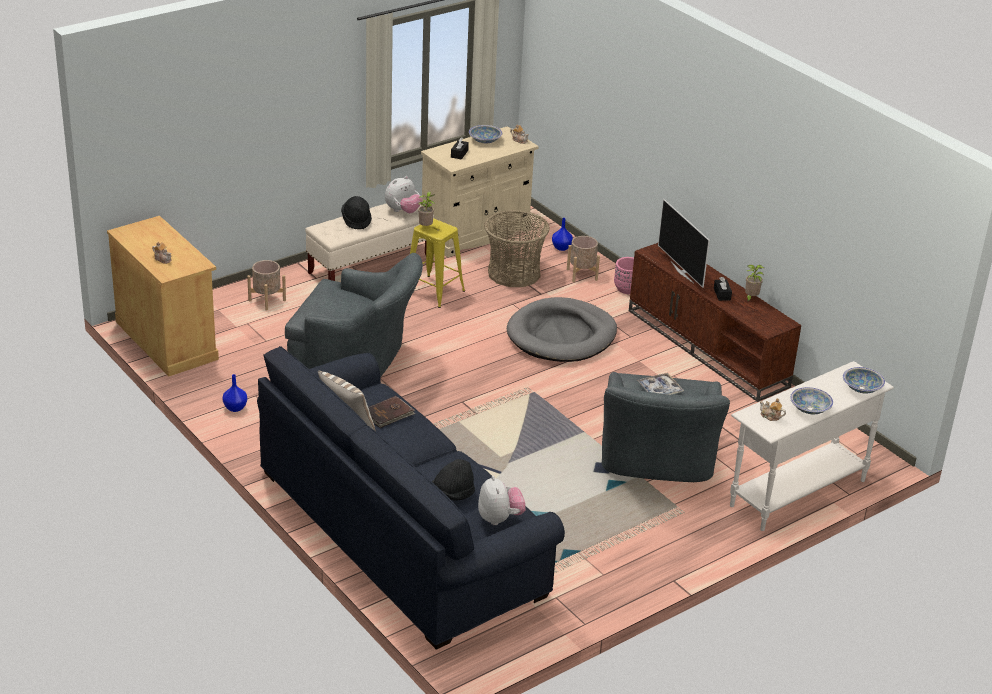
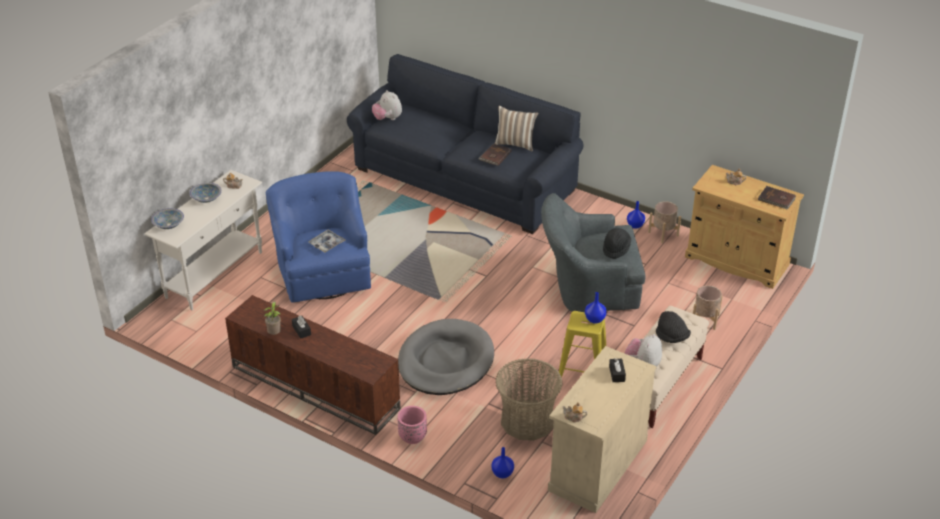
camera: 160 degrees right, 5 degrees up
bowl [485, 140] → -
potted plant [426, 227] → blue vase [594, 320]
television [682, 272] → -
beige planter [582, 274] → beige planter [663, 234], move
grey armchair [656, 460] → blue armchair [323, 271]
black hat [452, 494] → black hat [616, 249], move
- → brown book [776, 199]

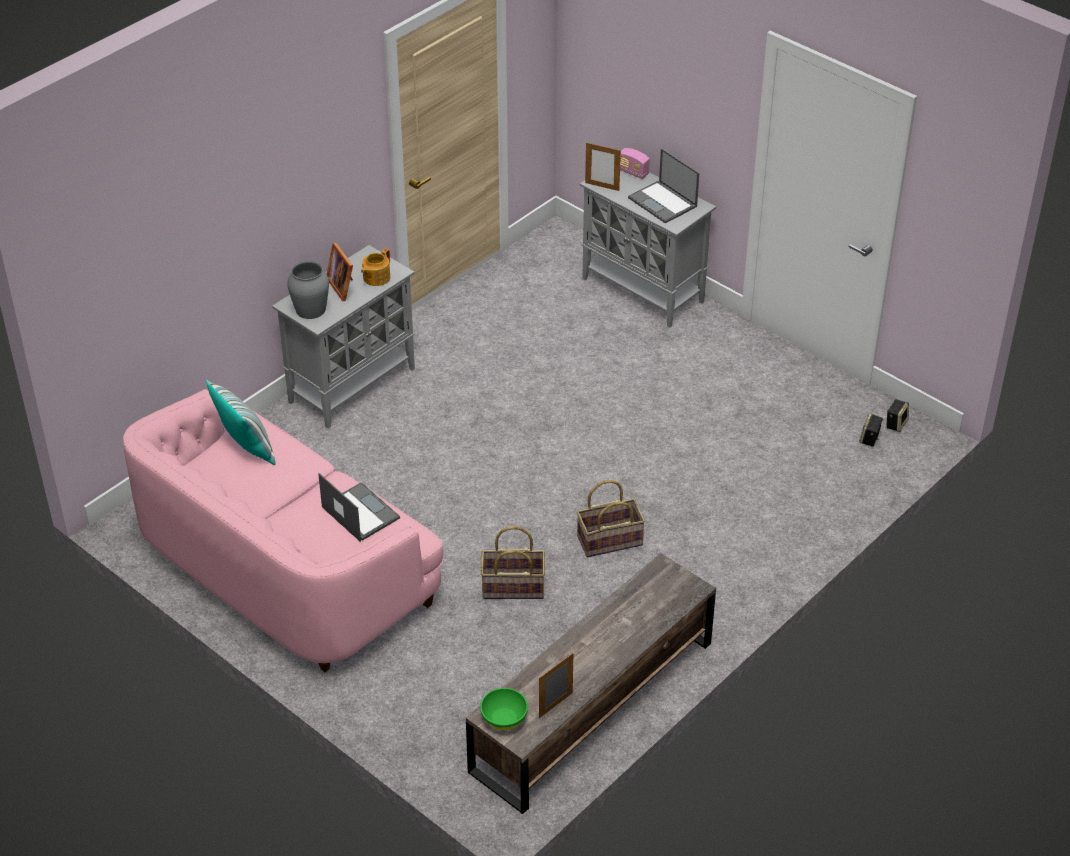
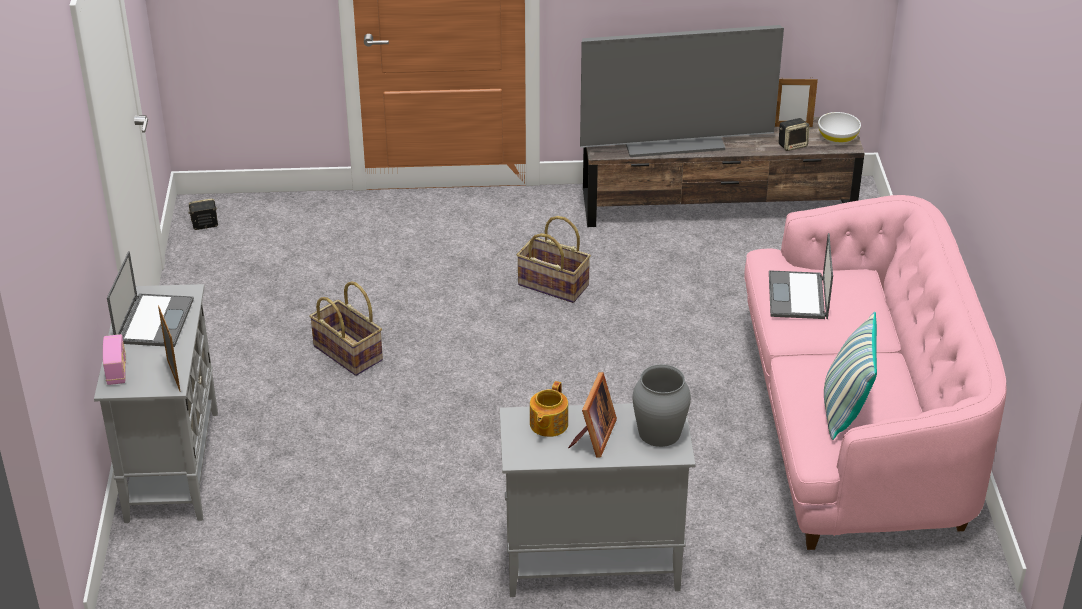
camera: 135 degrees left, 5 degrees down
teapot [376, 278] → teapot [548, 424], 120 degrees clockwise
speaker [870, 439] → speaker [792, 145], move
basket [512, 588] → basket [349, 353], move
green bowl [504, 719] → white bowl [837, 138]
- → television [674, 140]

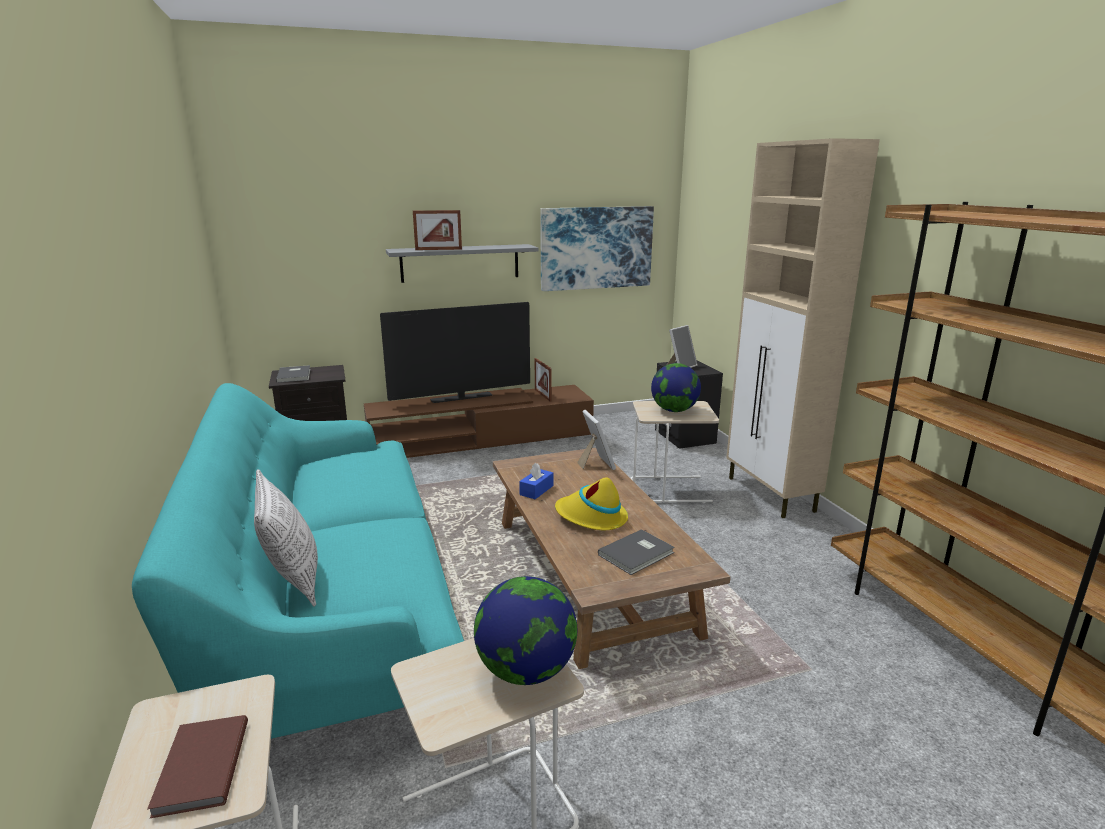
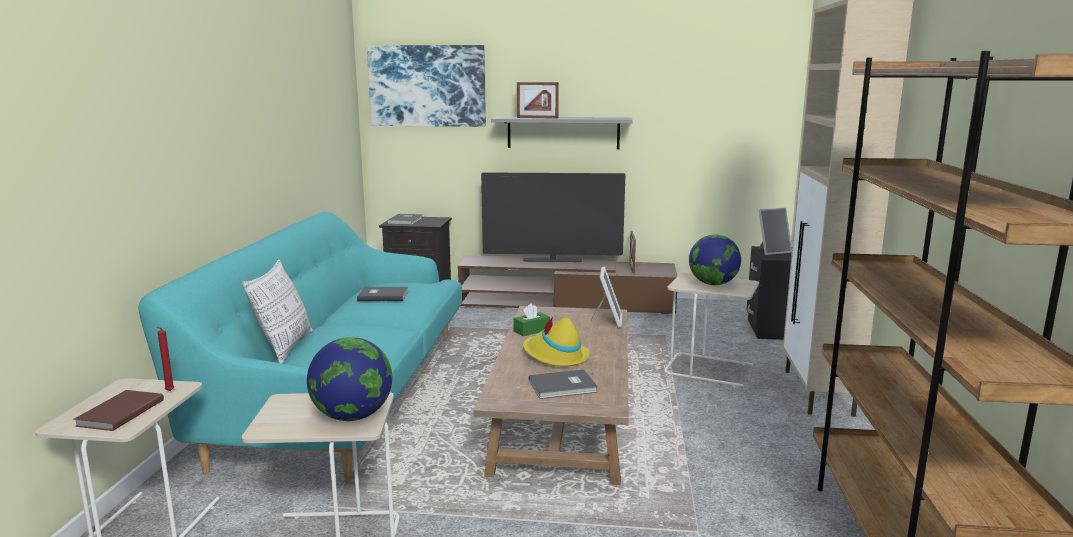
camera: 25 degrees right, 5 degrees down
picture [596, 248] → picture [427, 86], move
blue tissue box [536, 490] → green tissue box [531, 330]
- → grey book [382, 295]
- → red candle [169, 391]

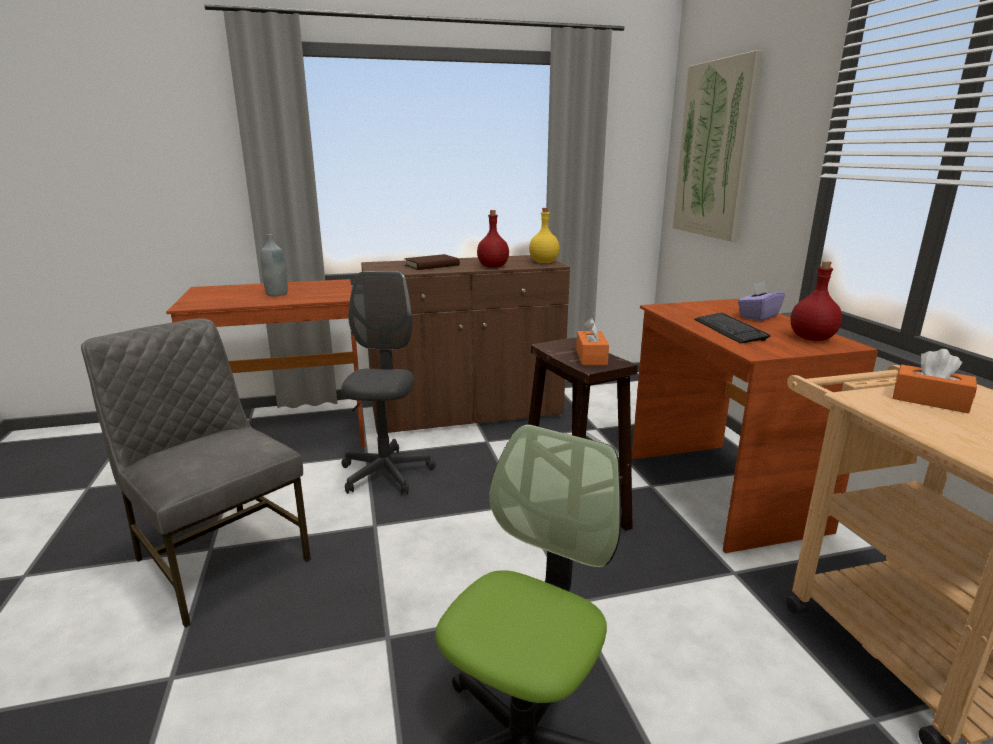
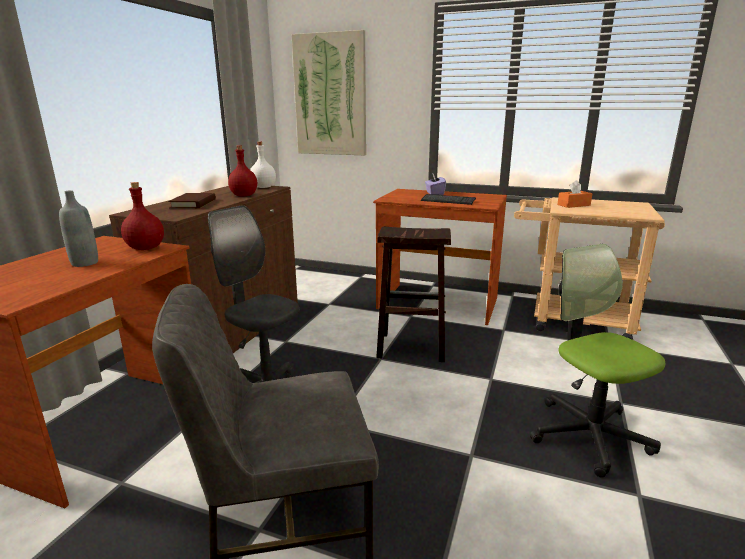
camera: 55 degrees left, 0 degrees up
yellow bottle [543, 262] → white bottle [263, 187]
red bottle [812, 339] → red bottle [146, 248], move
orange tissue box [591, 357] → -

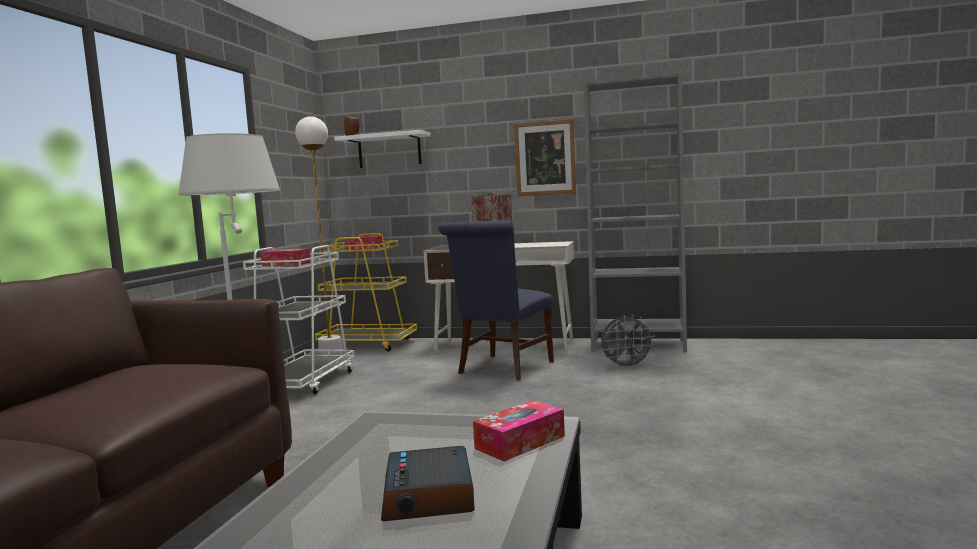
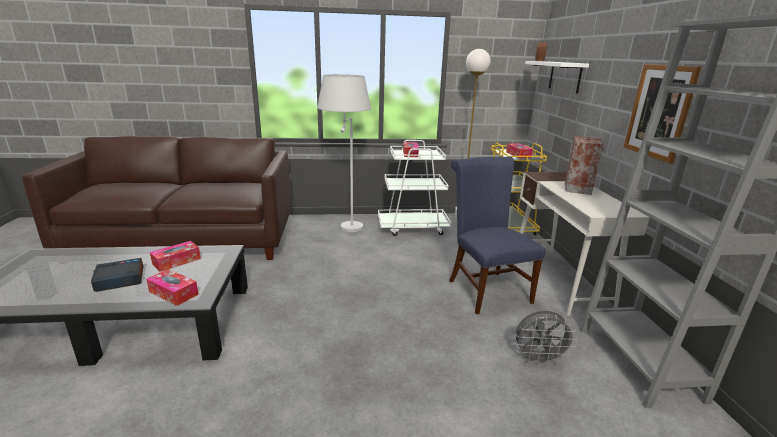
camera: 70 degrees right, 15 degrees up
blue chair [502, 369] → blue chair [485, 289], 60 degrees clockwise
grey fan [627, 367] → grey fan [538, 359], 60 degrees counterclockwise
- → tissue box [176, 261]

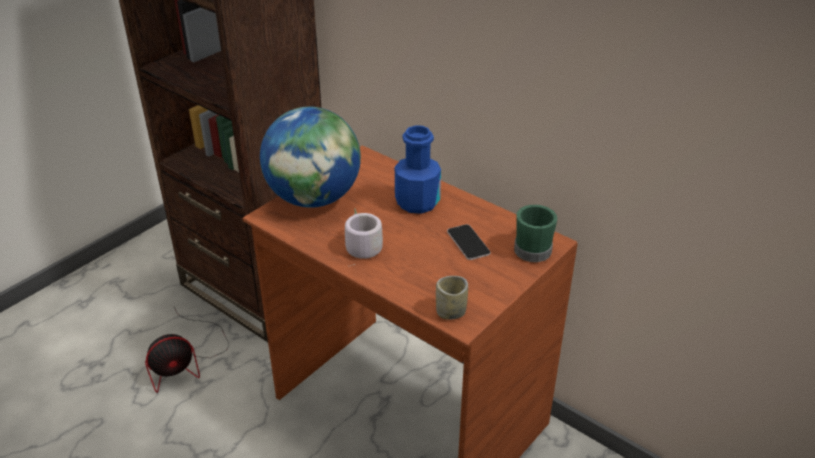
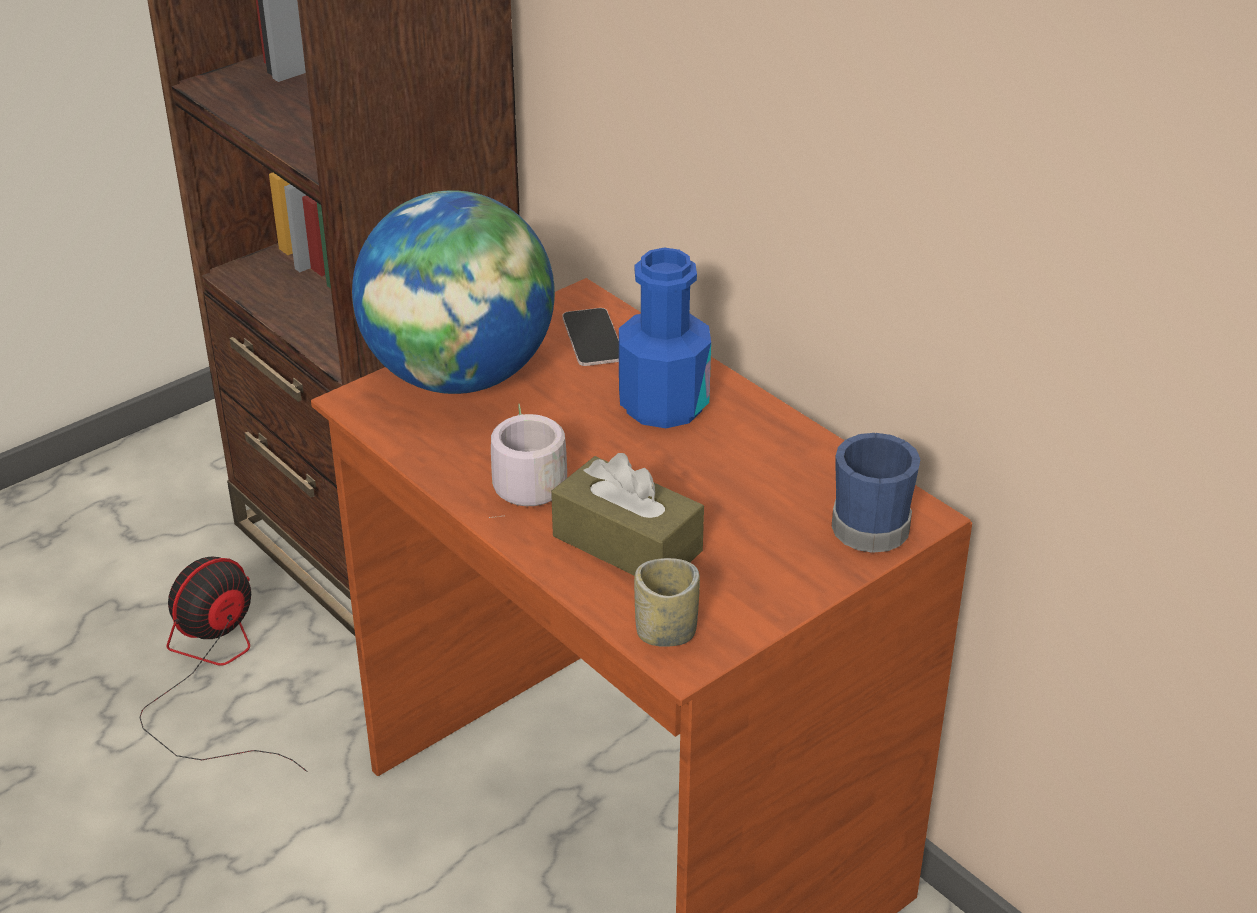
camera: 10 degrees right, 0 degrees up
green mug [533, 248] → blue mug [873, 523]
phone [468, 243] → phone [593, 338], move
fan [186, 360] → fan [214, 675], 150 degrees clockwise
- → brown tissue box [627, 544]

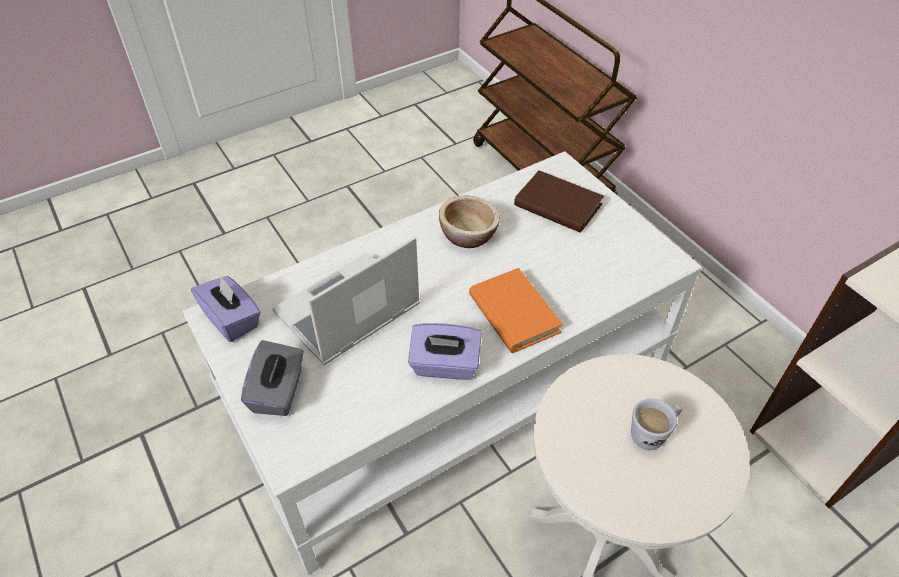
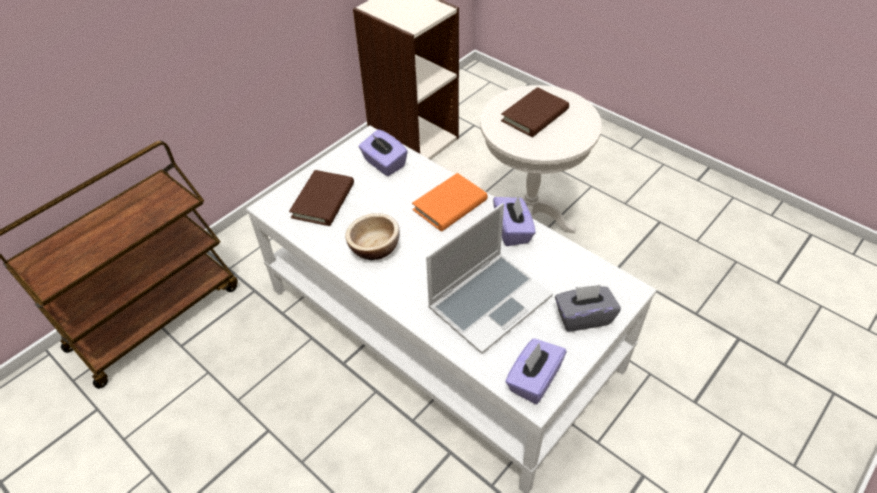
camera: 105 degrees left, 0 degrees up
laptop [347, 312] → laptop [489, 301], 75 degrees counterclockwise
white mug [652, 434] → brown book [534, 115]
- → purple tissue box [384, 164]

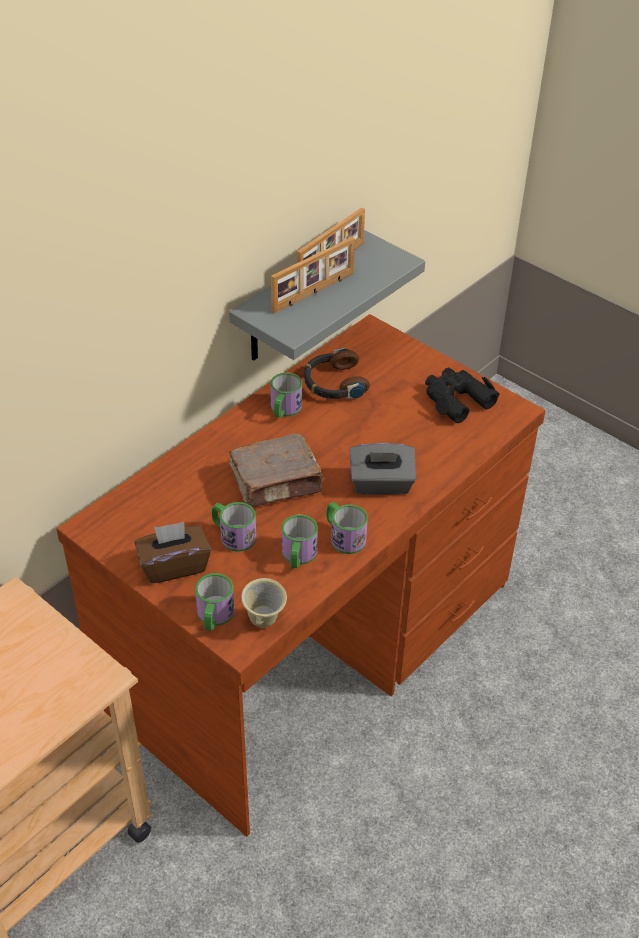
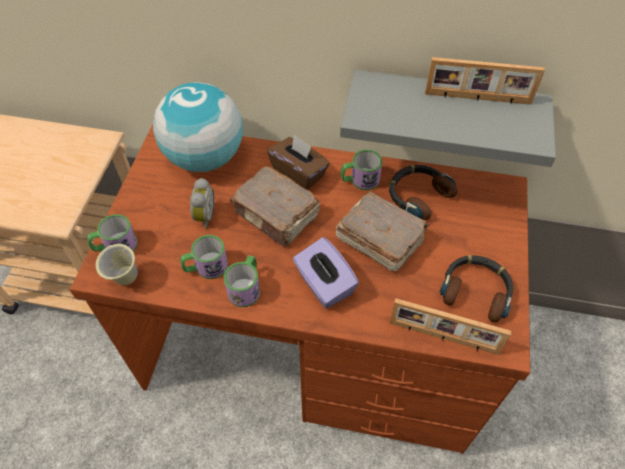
camera: 60 degrees right, 10 degrees up
picture frame [314, 292] → picture frame [443, 338], move
black binoculars [456, 399] → headphones [476, 290]
grey tissue box [381, 484] → purple tissue box [324, 284]
mug [233, 535] → alarm clock [203, 216]
brown tissue box [174, 565] → brown tissue box [299, 173], move
- → globe [205, 158]
- → brown book [379, 239]

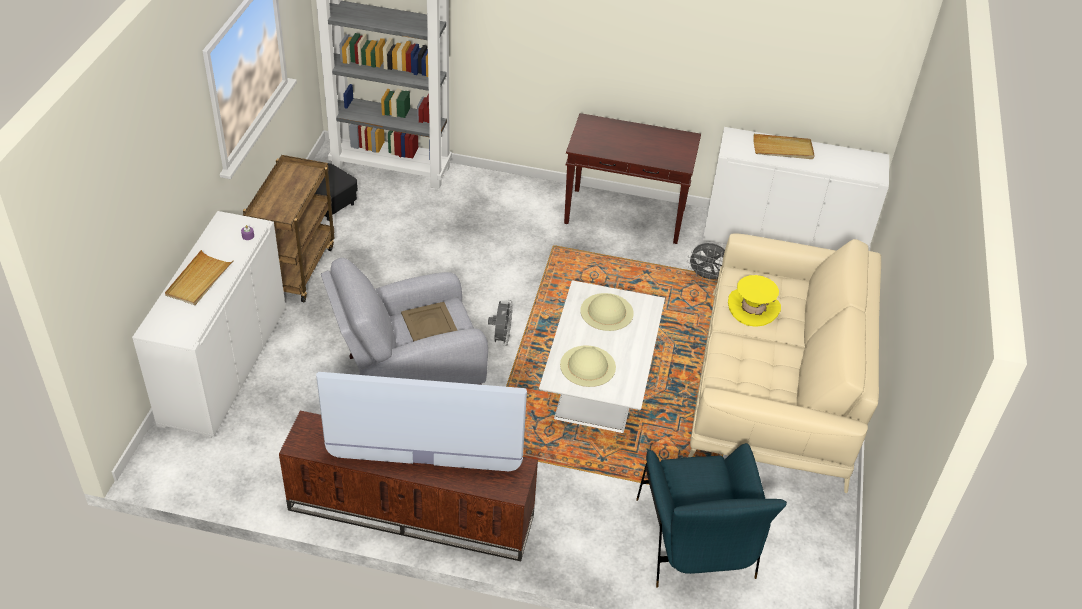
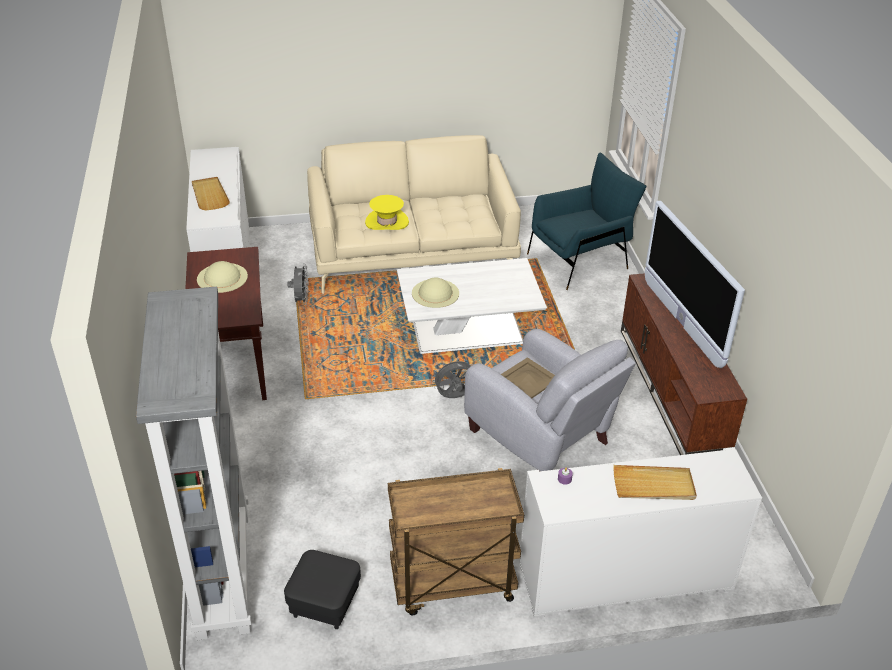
camera: 110 degrees left, 5 degrees down
beige hat [588, 366] → beige hat [222, 277], move

